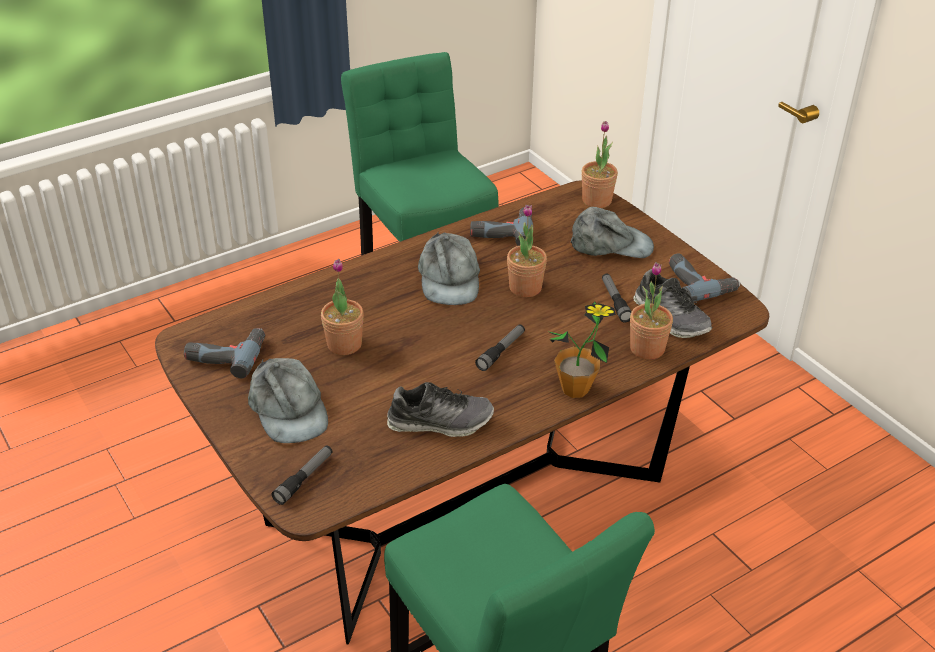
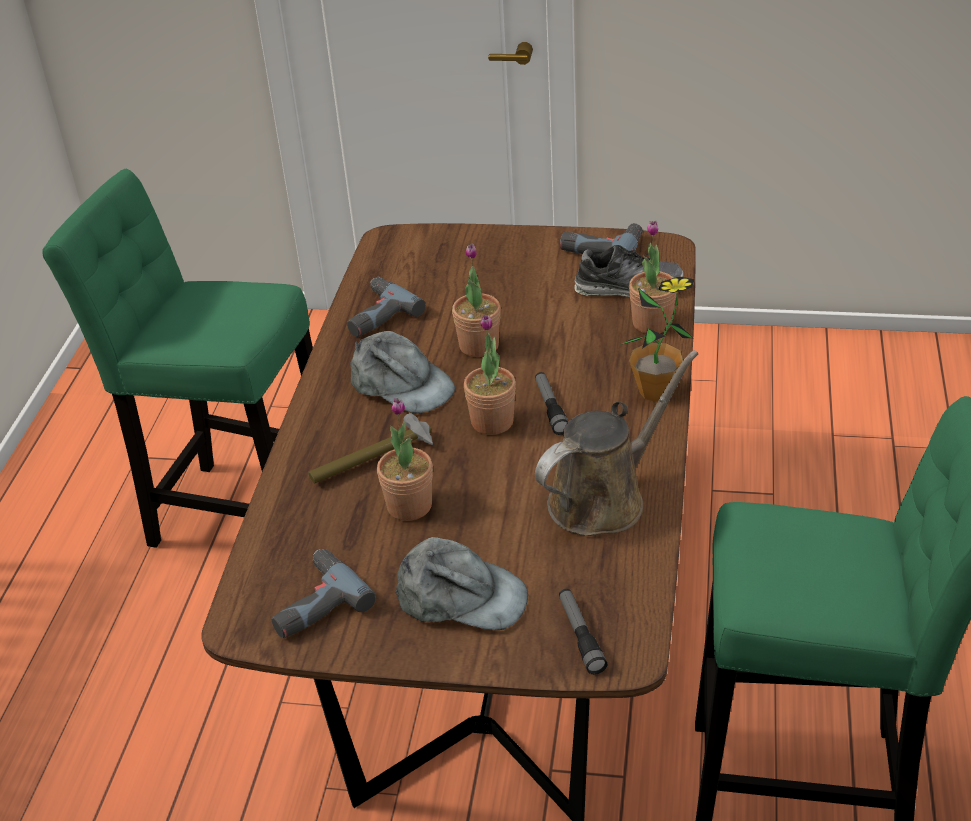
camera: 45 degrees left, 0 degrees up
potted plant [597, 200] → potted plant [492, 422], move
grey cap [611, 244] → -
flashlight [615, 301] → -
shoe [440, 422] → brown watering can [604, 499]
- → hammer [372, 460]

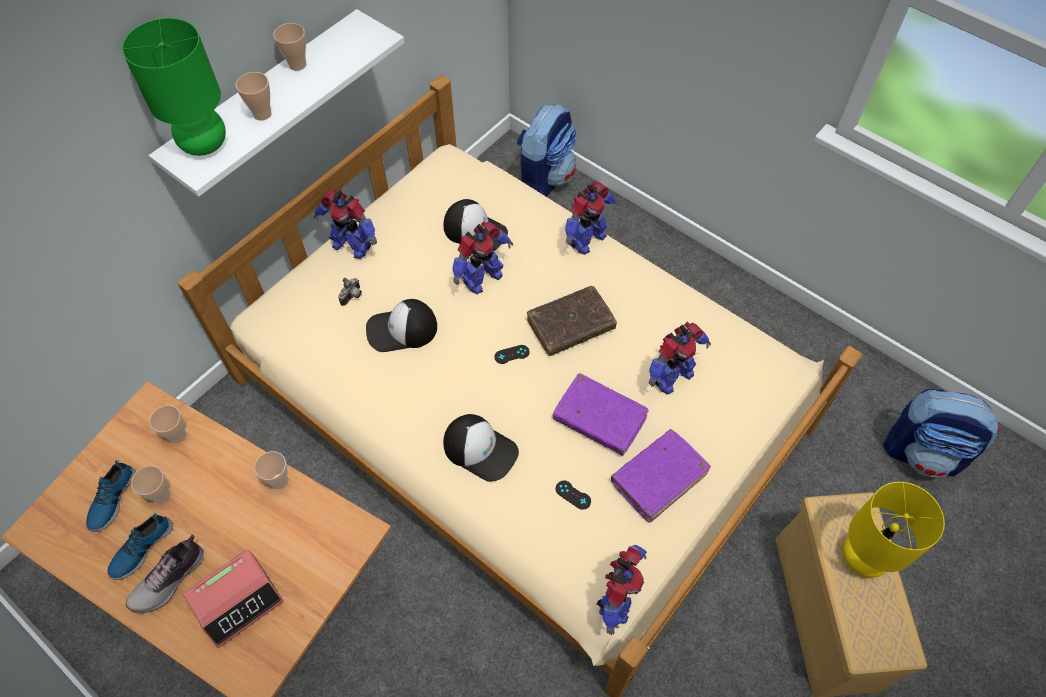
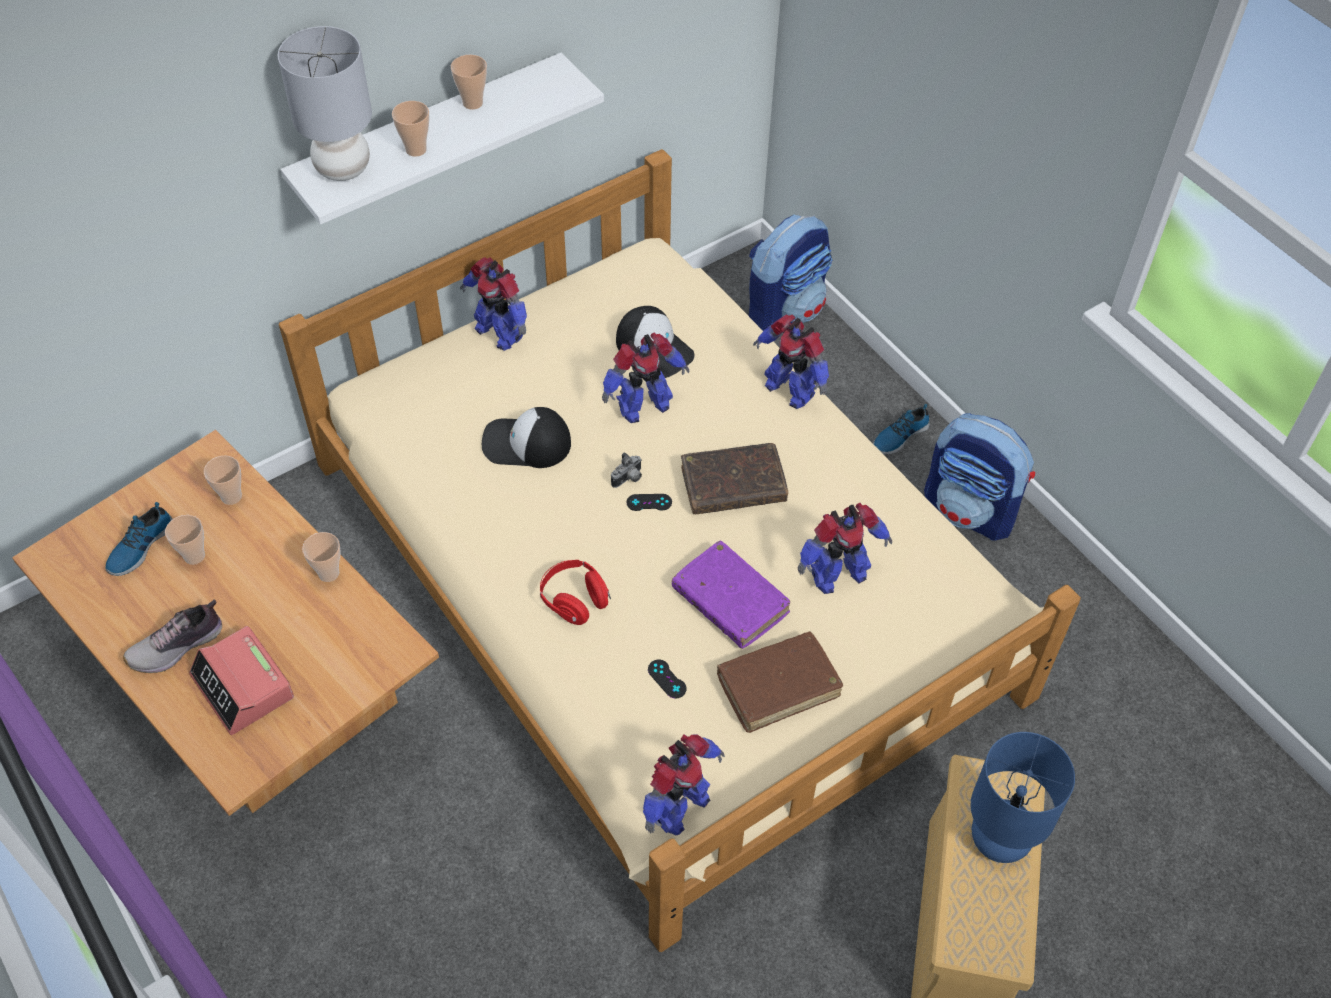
camera: 15 degrees right, 5 degrees down
green table lamp [205, 143] → grey table lamp [344, 168]
toy robot [586, 239] → toy robot [789, 389], 75 degrees clockwise
photo camera [352, 297] → photo camera [628, 479], move
backpack [923, 453] → backpack [971, 510], move
cap [480, 449] → red headphones [574, 600]
purple book [658, 478] → brown book [778, 687]
yellow table lamp [862, 558] → blue table lamp [998, 840]
shoe [141, 548] → shoe [899, 435], move
alarm clock [237, 600] → alarm clock [243, 687], 75 degrees clockwise

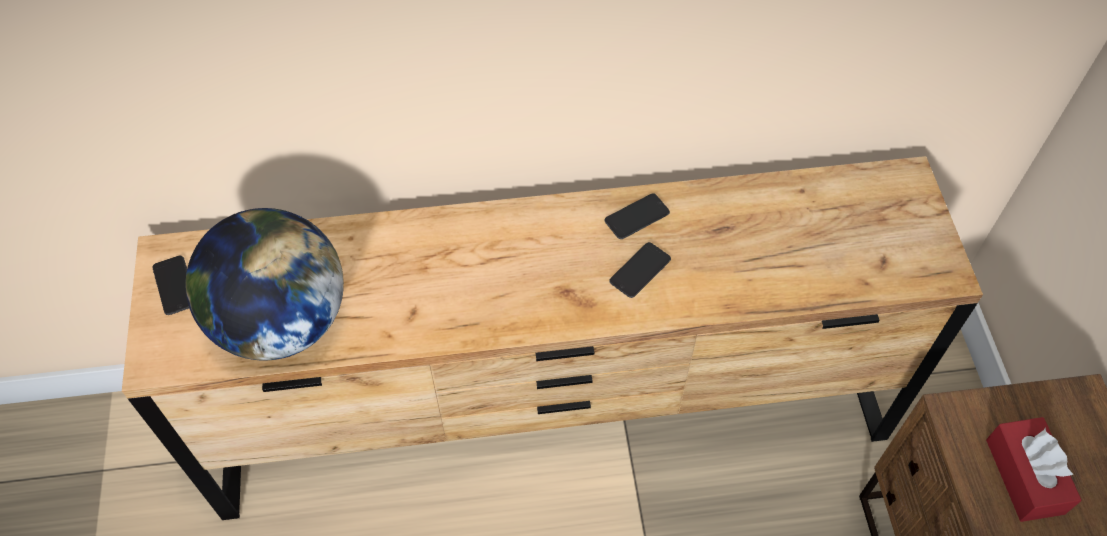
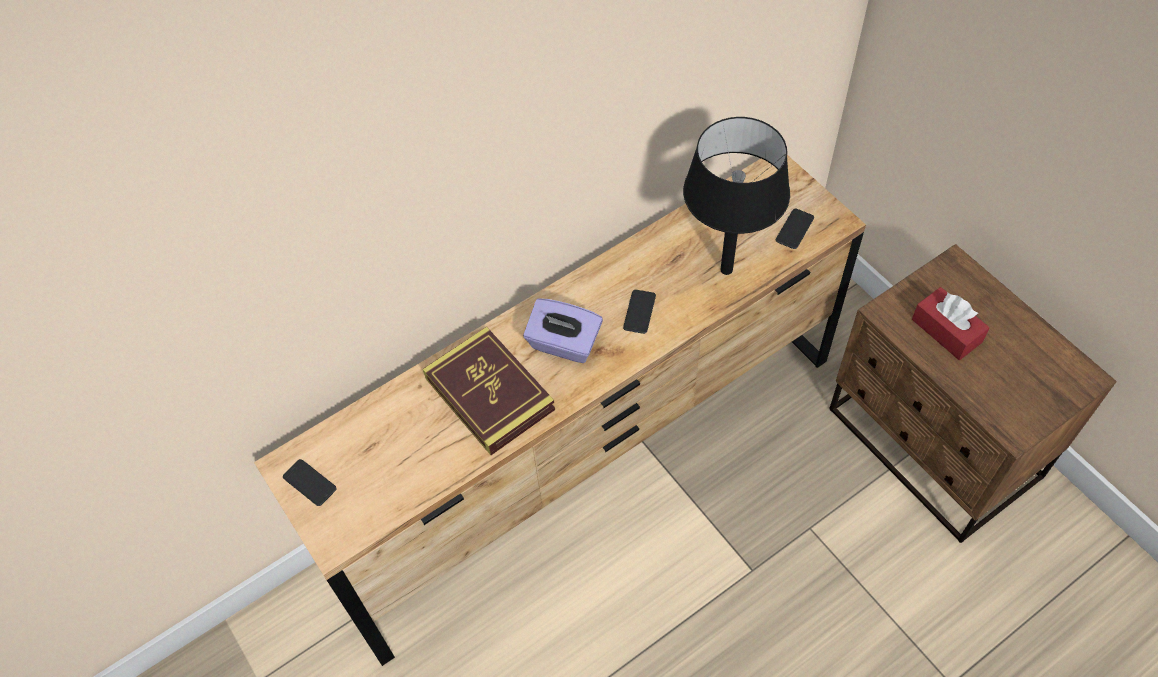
camera: 25 degrees left, 0 degrees up
phone [637, 217] → phone [794, 229], move
globe [282, 322] → -
- → black table lamp [726, 269]
- → purple tissue box [564, 344]
- → book [489, 394]

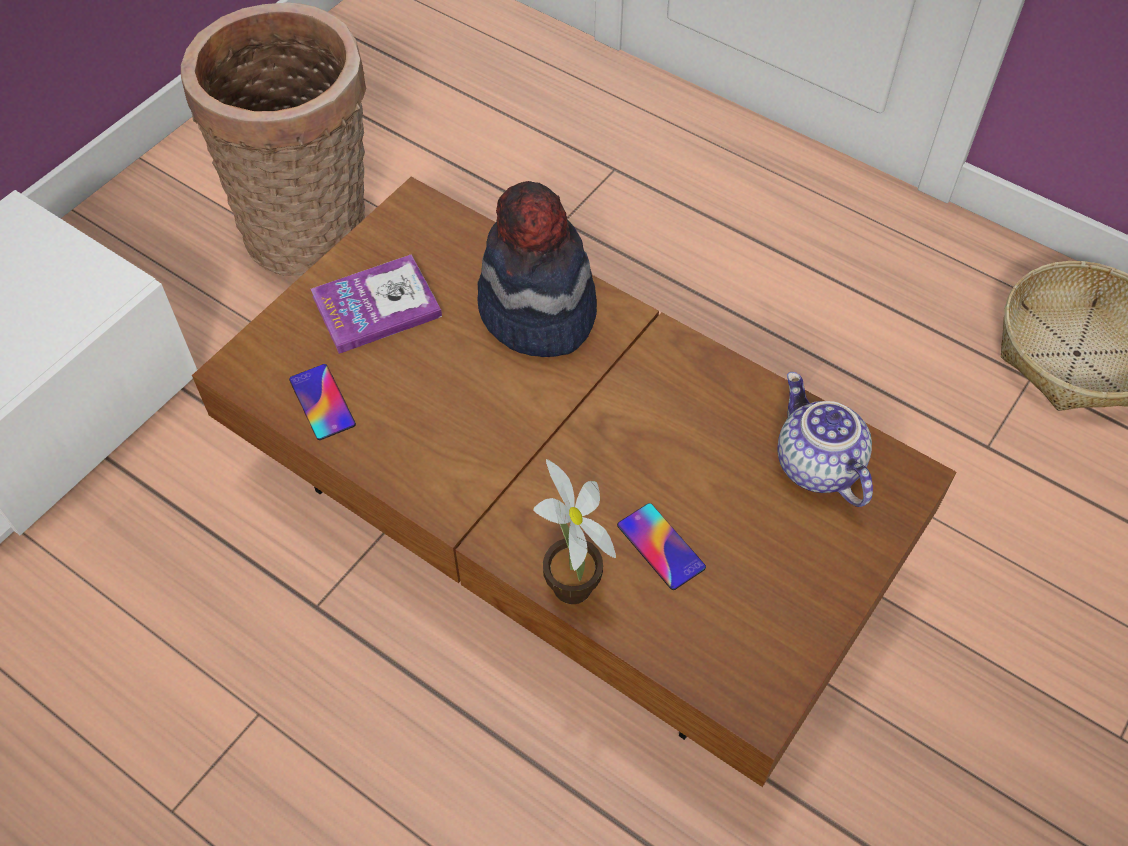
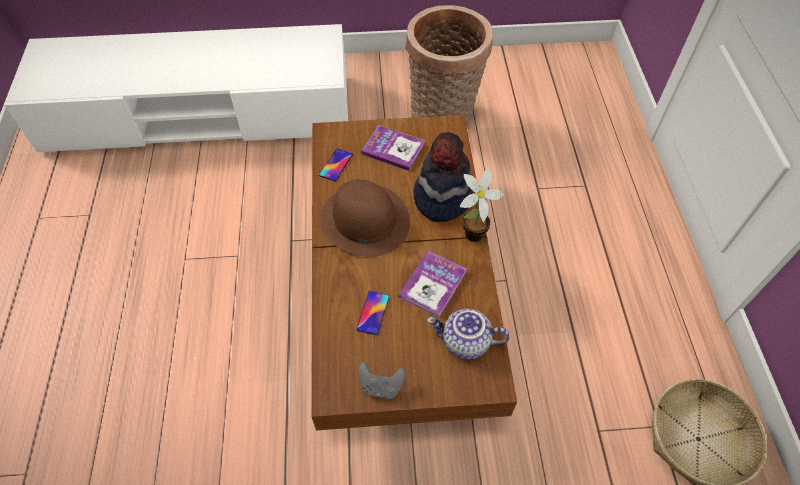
camera: 50 degrees right, 0 degrees up
teapot [815, 465] → teapot [465, 343], 105 degrees counterclockwise
potted plant [570, 593] → potted plant [471, 235], move
- → brown hat [364, 220]
- → book [433, 284]
- → grey game controller [381, 386]

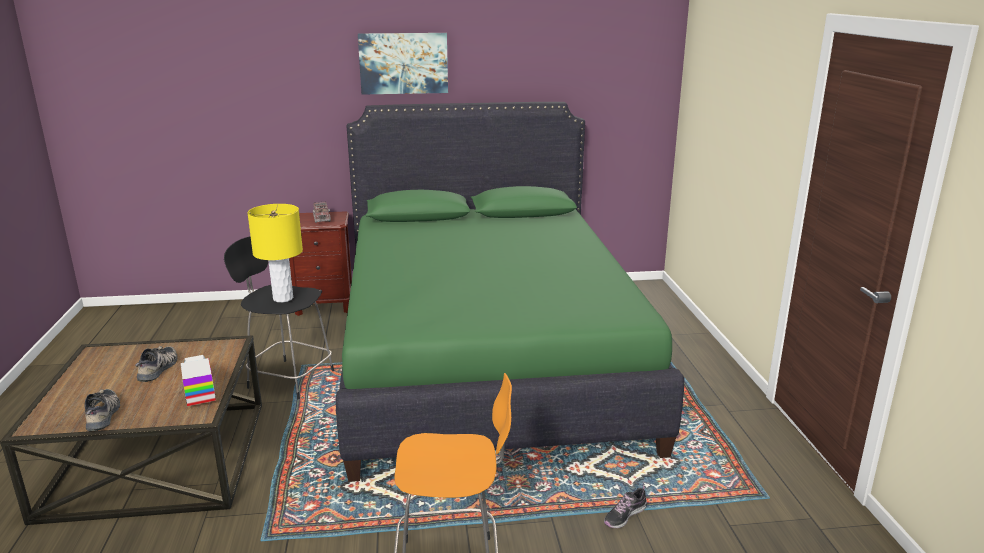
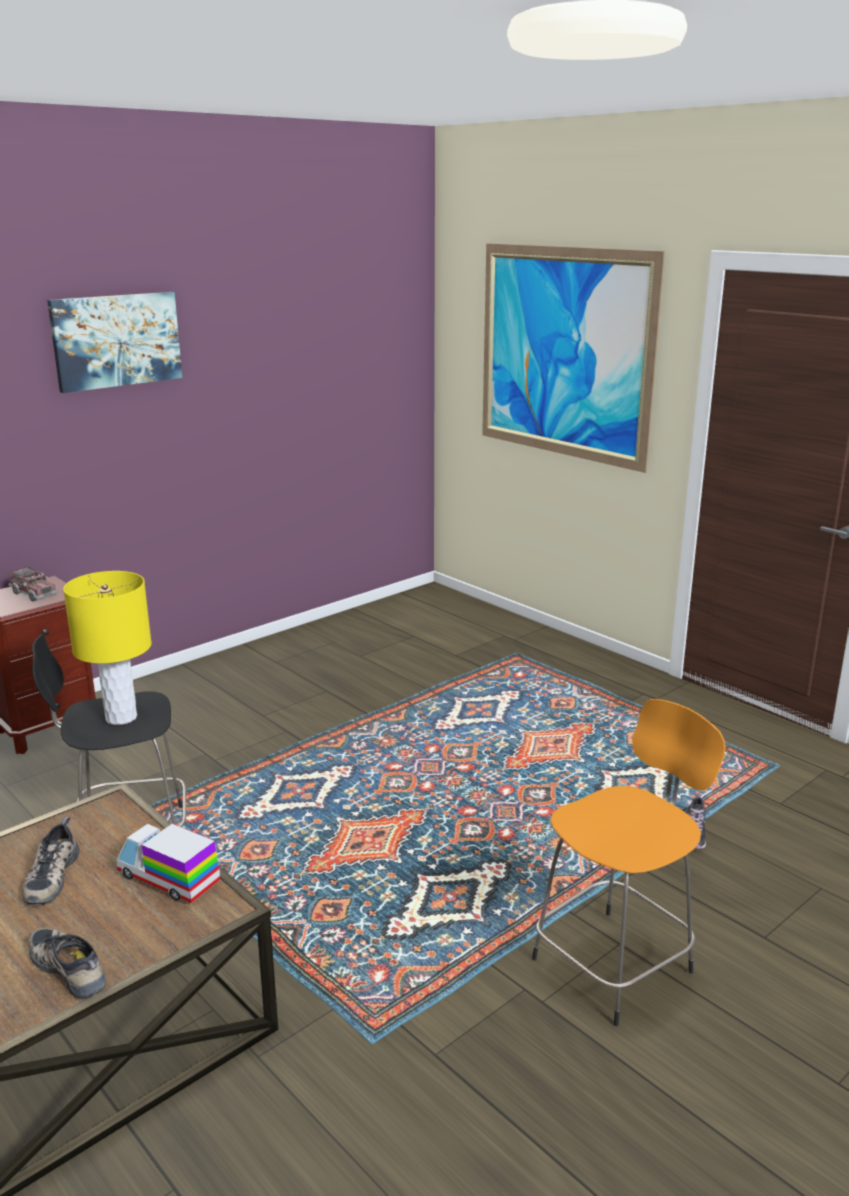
camera: 35 degrees left, 0 degrees up
green bed [485, 360] → -
shoe [159, 368] → shoe [50, 875], 150 degrees counterclockwise
- → picture [563, 353]

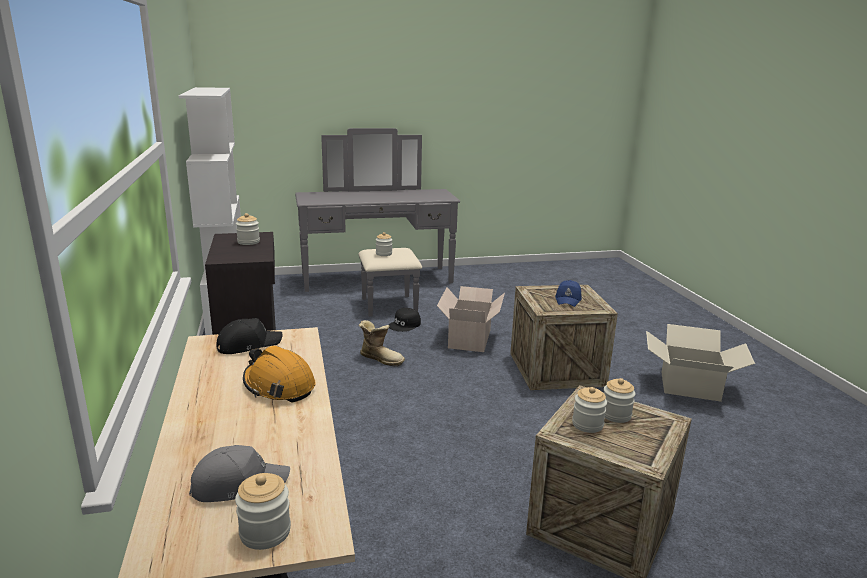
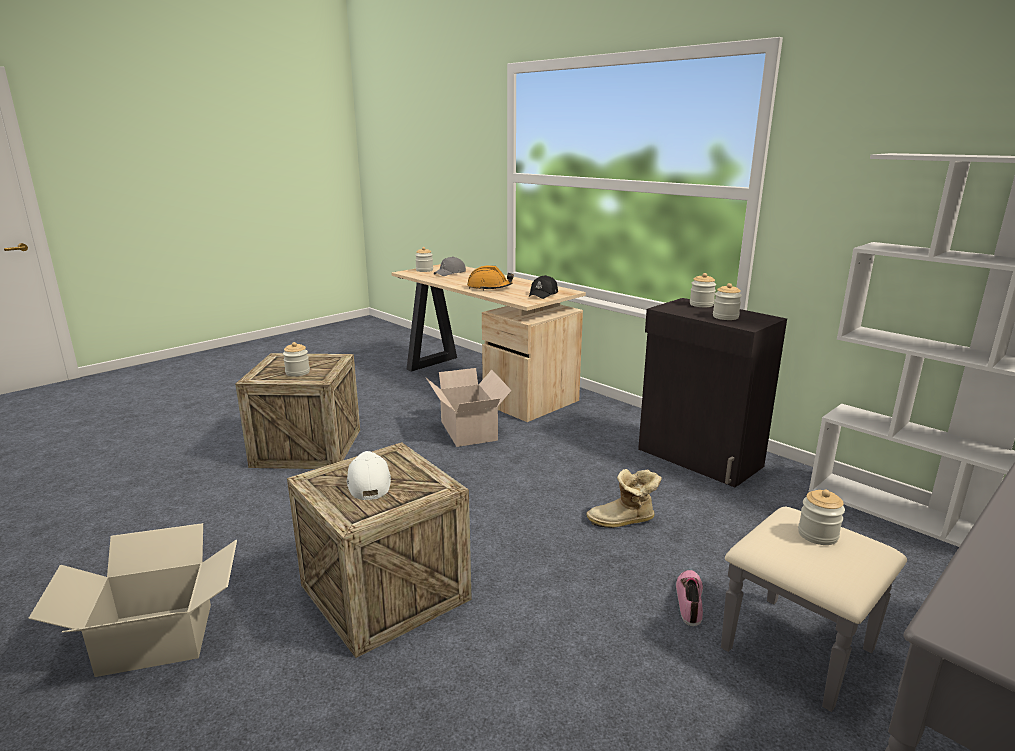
camera: 150 degrees right, 0 degrees up
blue cap [568, 299] → white cap [368, 483]
cardboard box [470, 338] → cardboard box [468, 431], move
black cap [405, 325] → shoe [690, 600]
jar [587, 424] → jar [701, 304], move

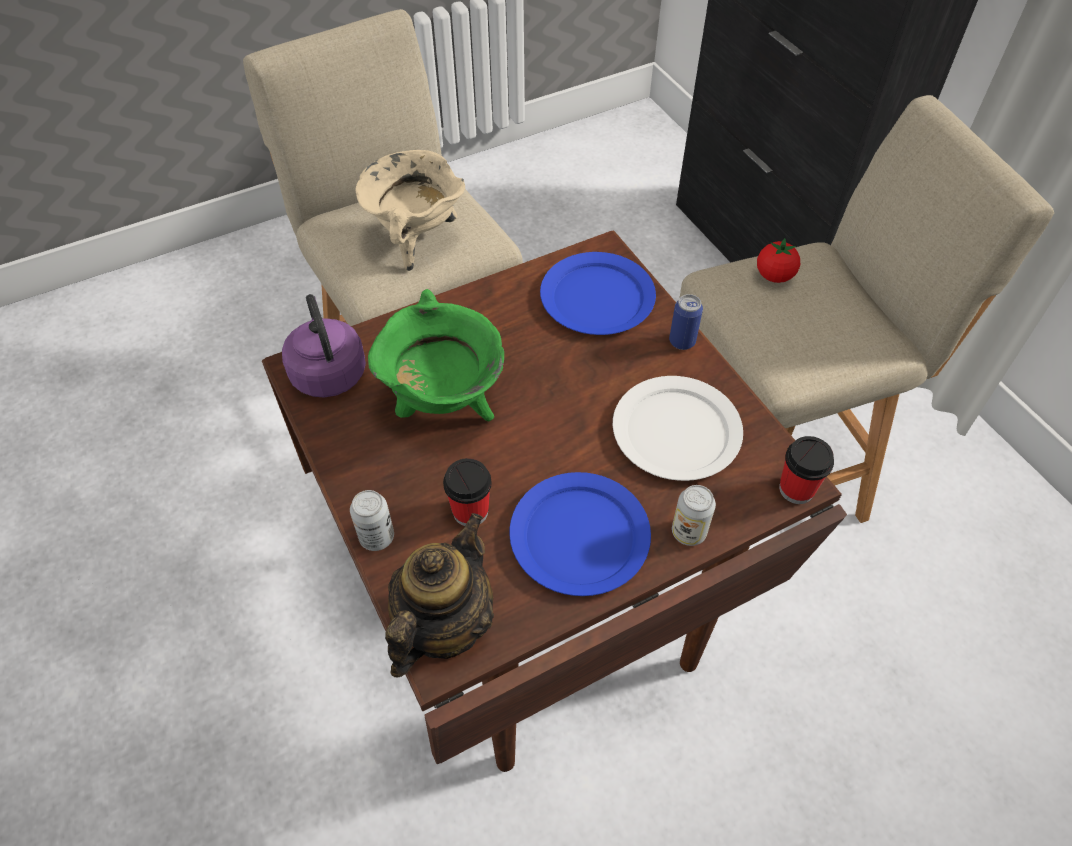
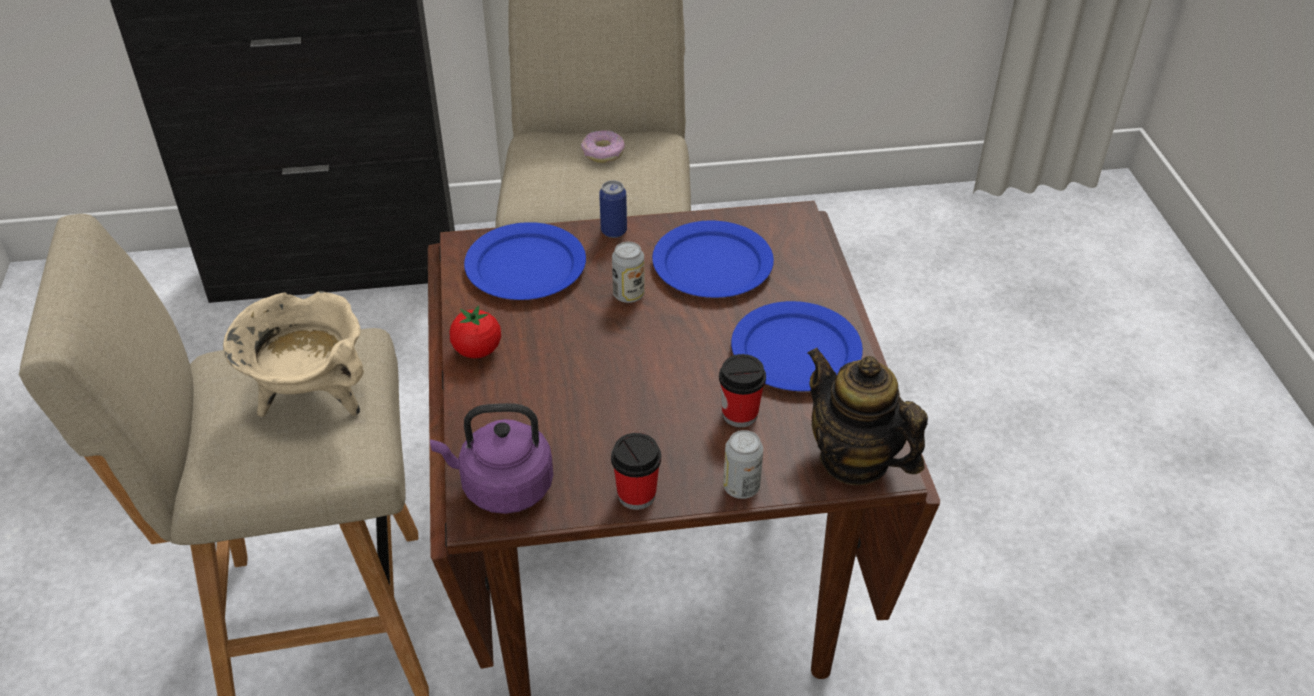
camera: 70 degrees left, 10 degrees down
tomato [774, 276] → tomato [477, 350], move
green cooking pot [445, 405] → -
white plate [675, 432] → blue plate [713, 265]
cup [796, 489] → cup [636, 495], move
can [688, 532] → can [628, 295], move
- → donut [603, 152]

